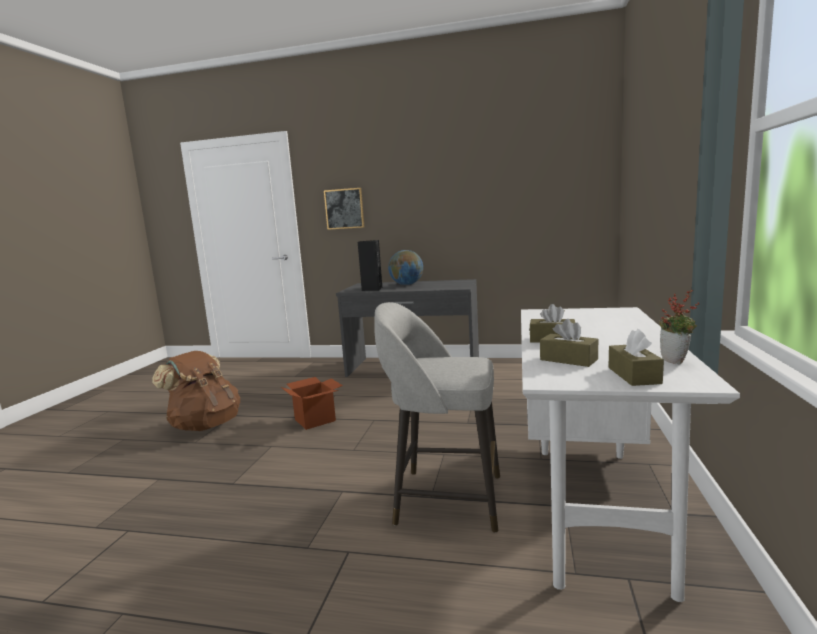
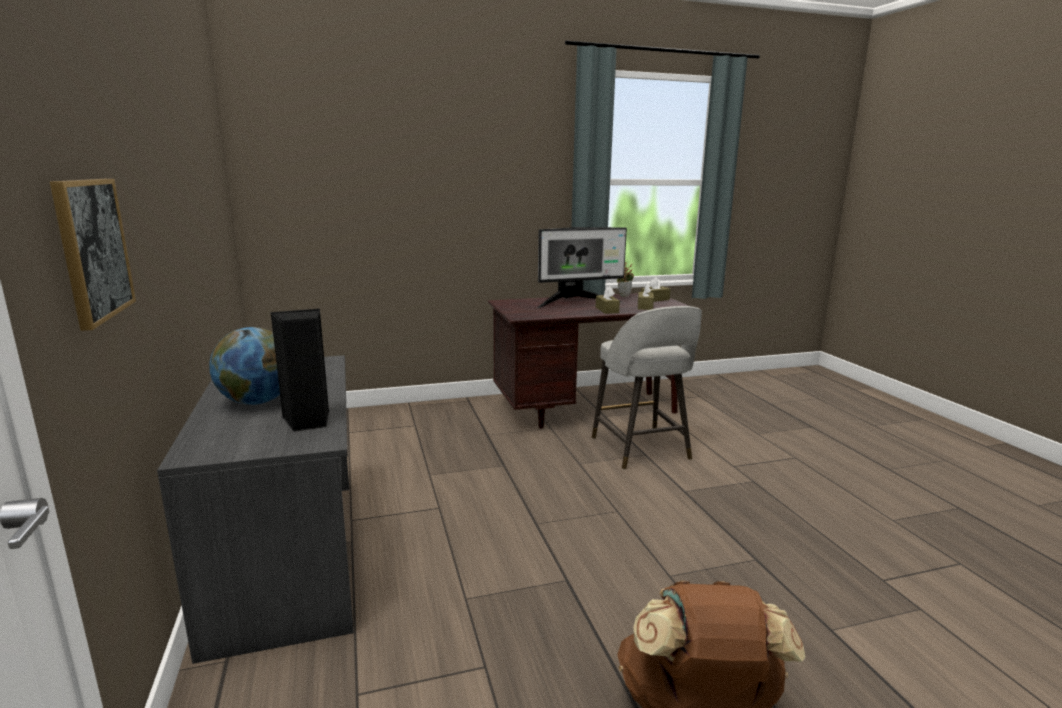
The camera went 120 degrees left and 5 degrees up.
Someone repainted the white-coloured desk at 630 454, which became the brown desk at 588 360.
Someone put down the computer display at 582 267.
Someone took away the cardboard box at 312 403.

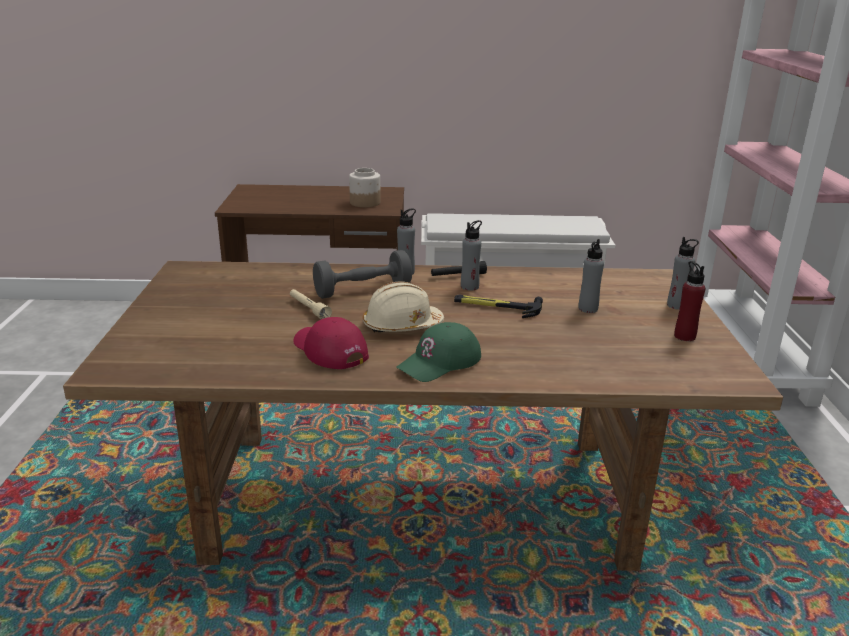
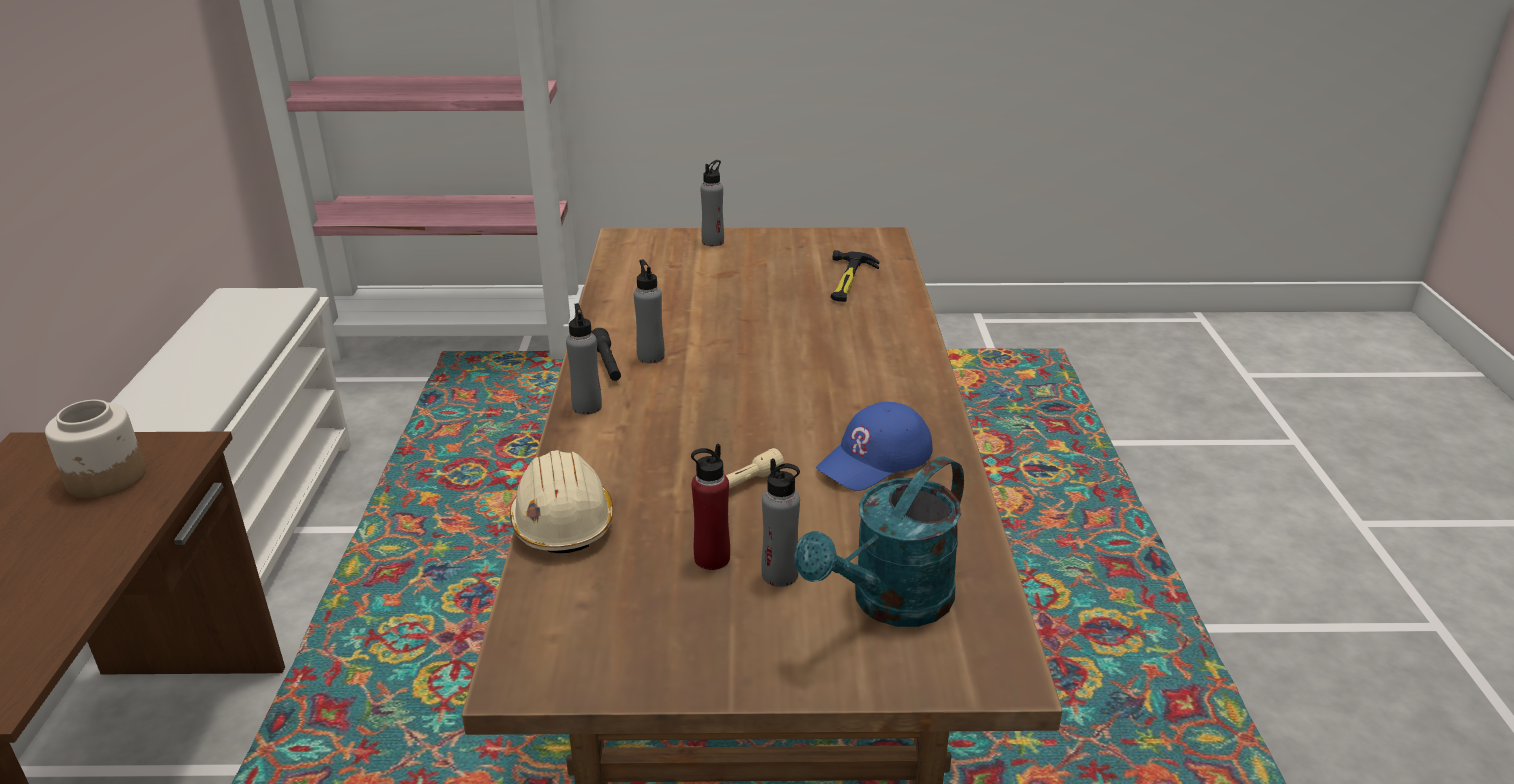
The camera went 90 degrees left and 5 degrees up.
Someone carried the beige-coloured hard hat from 403 306 to 561 501.
Someone carried the red-coloured bottle from 689 301 to 710 507.
Someone carried the grey bottle from 591 276 to 780 522.
Someone put down the turquoise-coloured watering can at 879 541.
Someone repainted the red-coloured peaked cap at 331 343, which became the bluish peaked cap at 874 446.
Someone carried the hand hammer from 498 306 to 855 276.
Someone took away the grey hand weight at 362 274.
Someone took away the greenish peaked cap at 438 352.

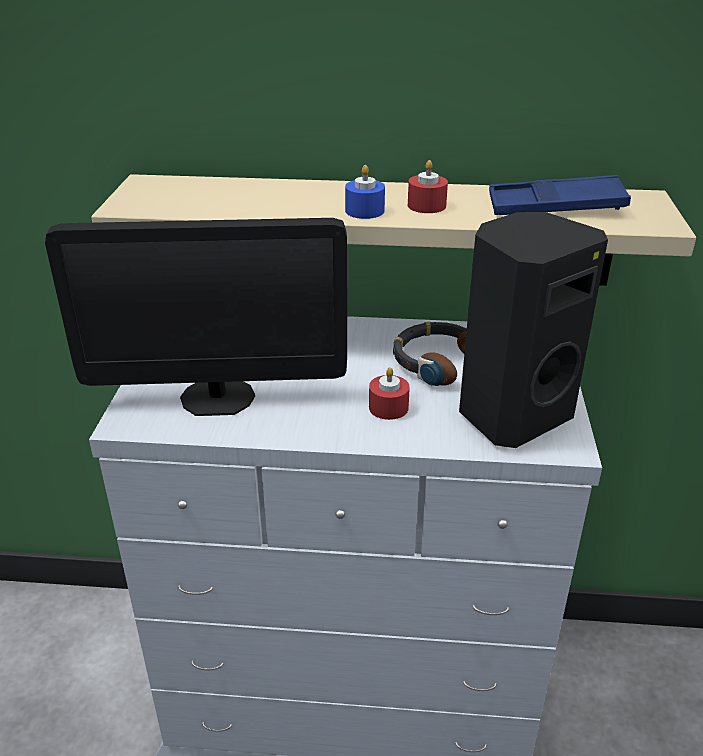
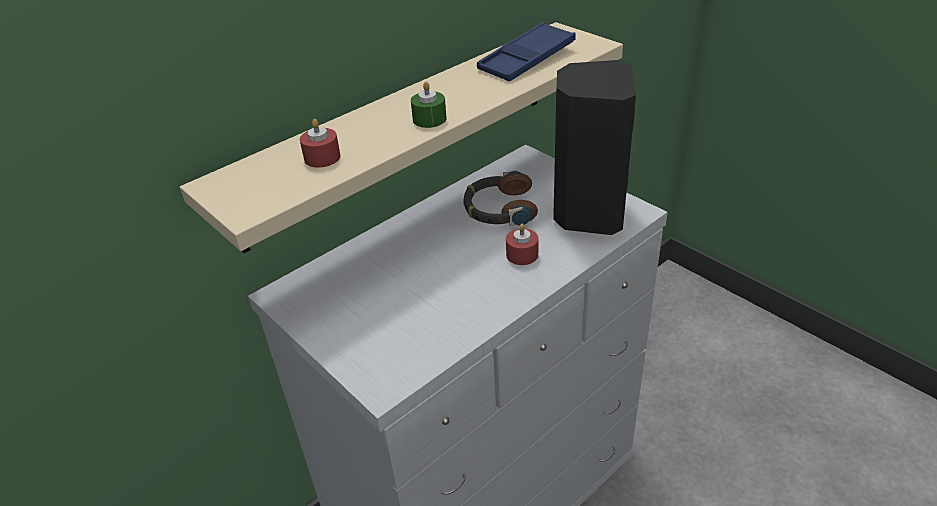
The camera went 45 degrees left and 5 degrees up.
Someone carried the red-coloured candle from 428 186 to 320 143.
Someone repainted the bluish candle at 365 192, which became the greenish candle at 429 105.
Someone took away the computer display at 196 317.

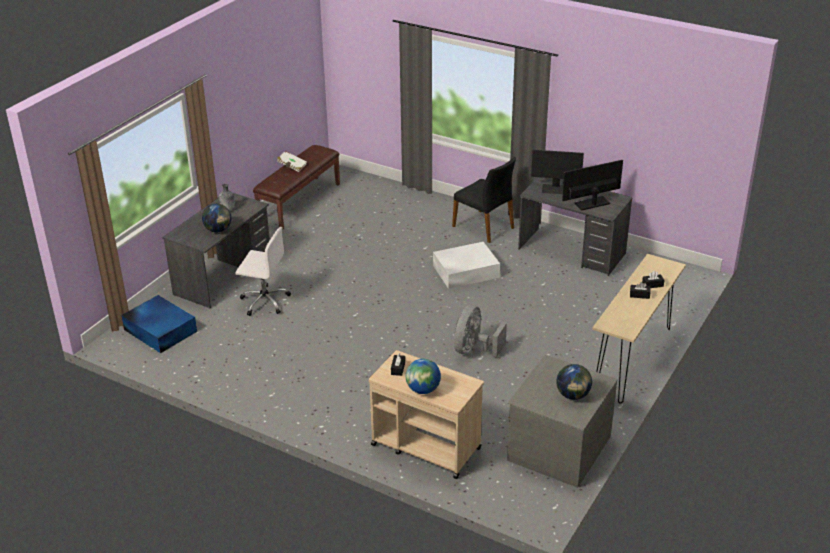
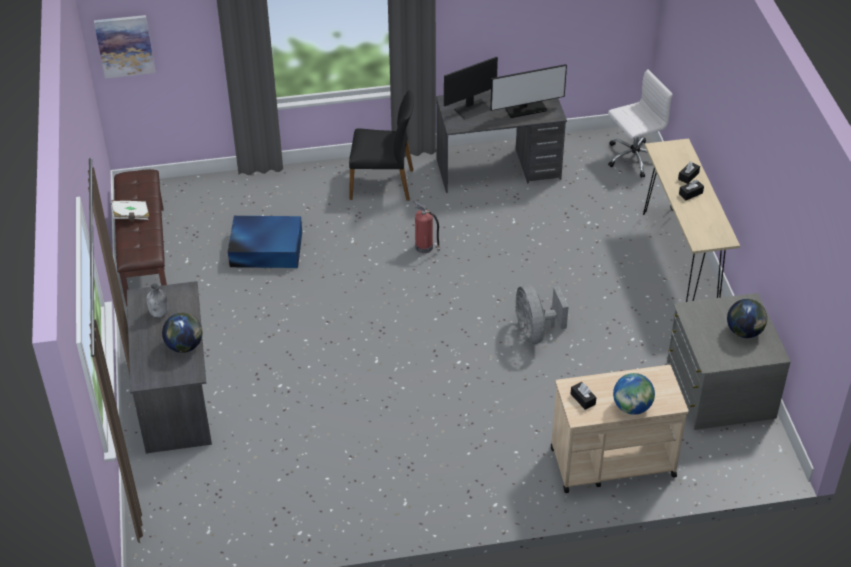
The camera went 40 degrees left and 10 degrees up.
Someone put up the picture at 124 46.
Someone carried the bluish storage container from 159 324 to 265 242.
Someone swapped the white-coloured storage container at 466 265 for the fire-fighting cylinder at 427 226.
Someone rotated the computer display at 592 185 by 135 degrees counterclockwise.
Someone carried the white-coloured office chair from 263 271 to 640 123.

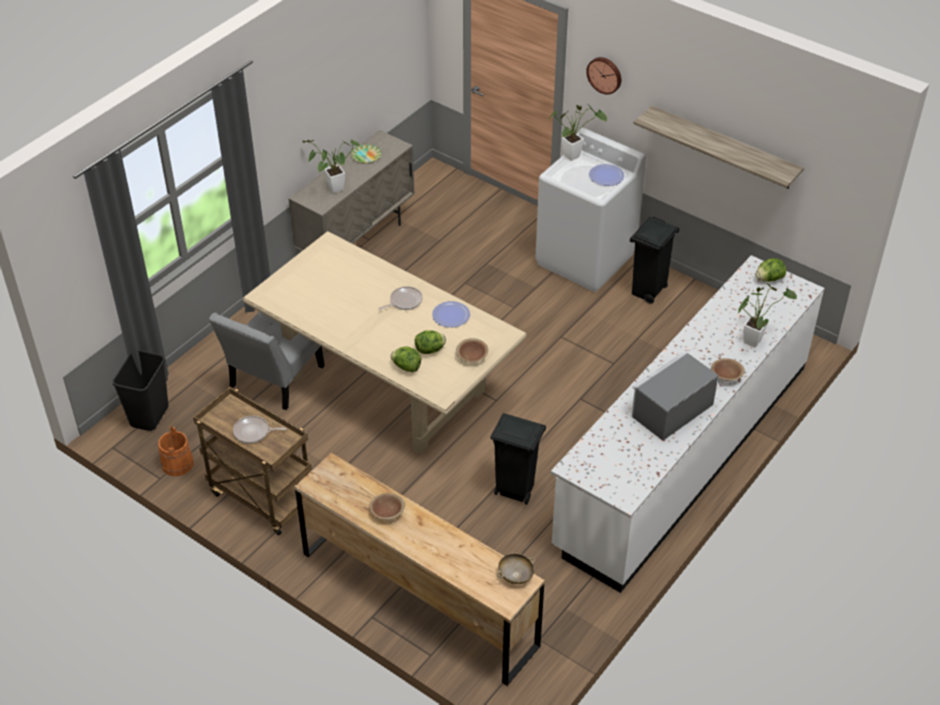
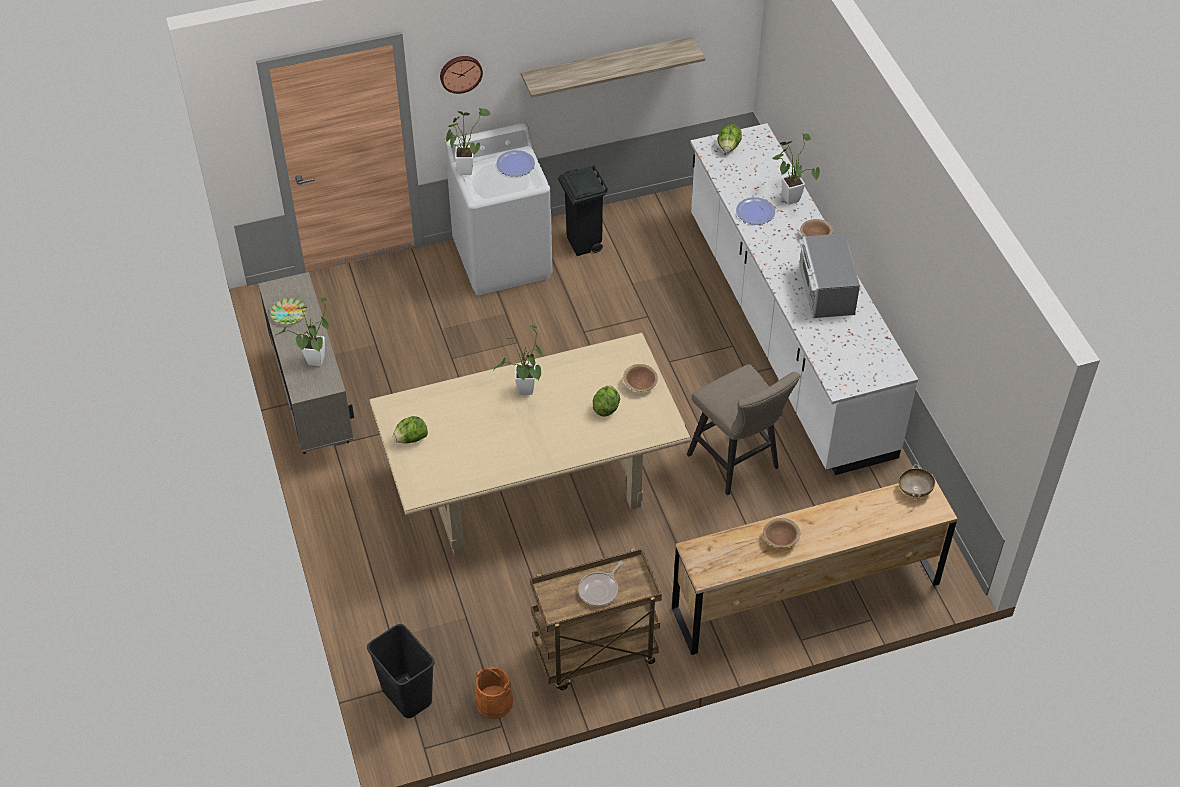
The camera went 55 degrees left and 5 degrees up.
Someone carried the head of lettuce from 405 360 to 410 430.
Someone swapped the pan at 400 298 for the houseplant at 518 359.
Someone swapped the blackish waste bin at 518 459 for the beige-coloured sitting stool at 743 429.
Someone carried the plate from 451 314 to 755 211.
Someone took away the grey upright chair at 267 360.

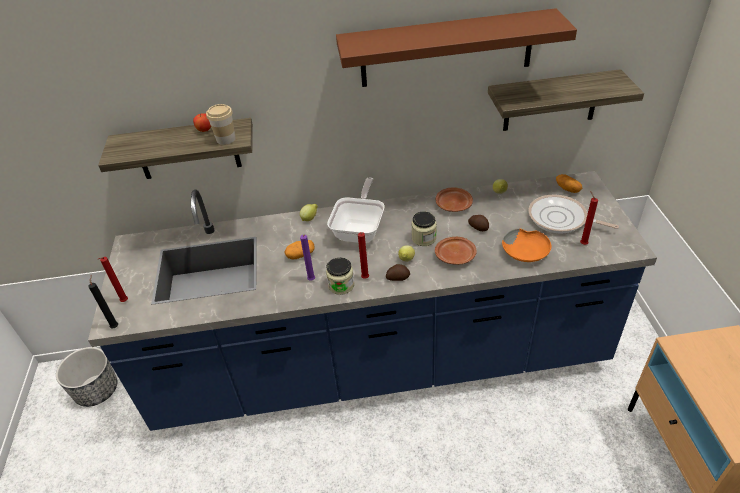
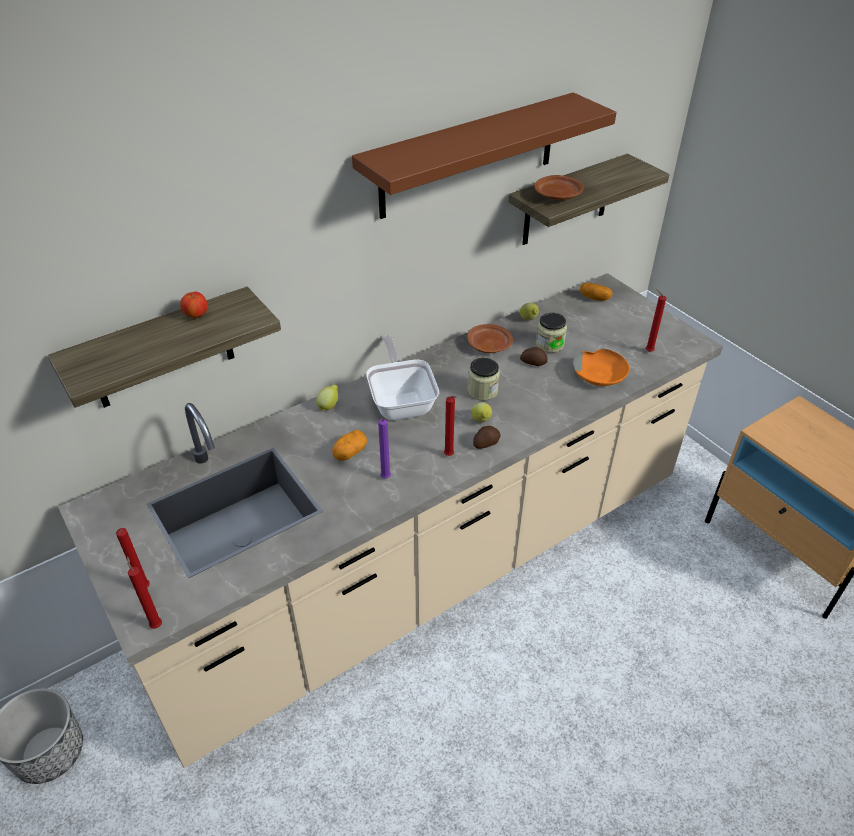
The camera went 30 degrees left and 0 degrees up.
Someone repainted the bluish counter at 372 301, which became the beige-coloured counter at 390 520.
Someone repainted the blackish candle at 103 302, which became the red-coloured candle at 144 592.
Someone carried the brown plate from 456 251 to 559 187.
Someone carried the jar from 340 276 to 551 333.
Someone took away the small cup at 221 124.
Someone took away the pan at 573 214.

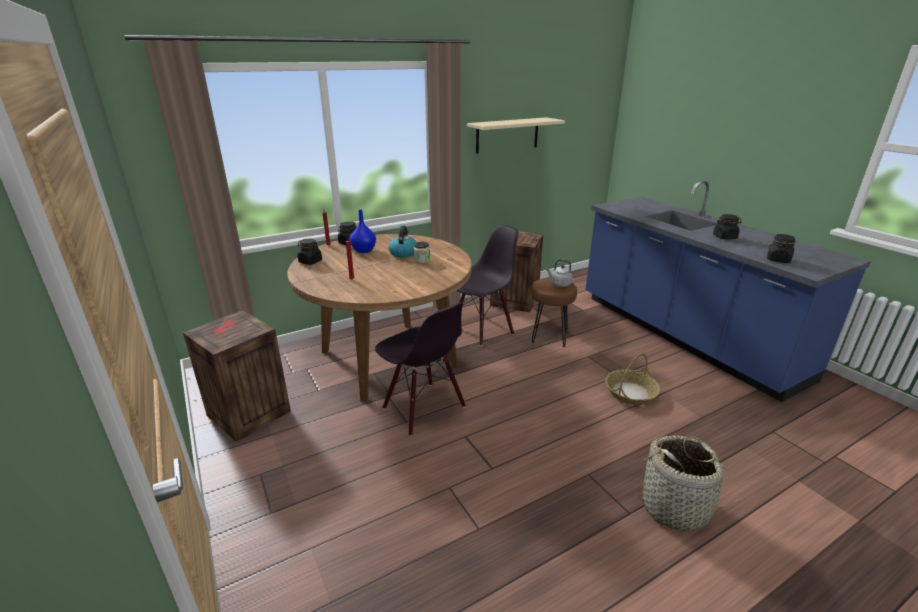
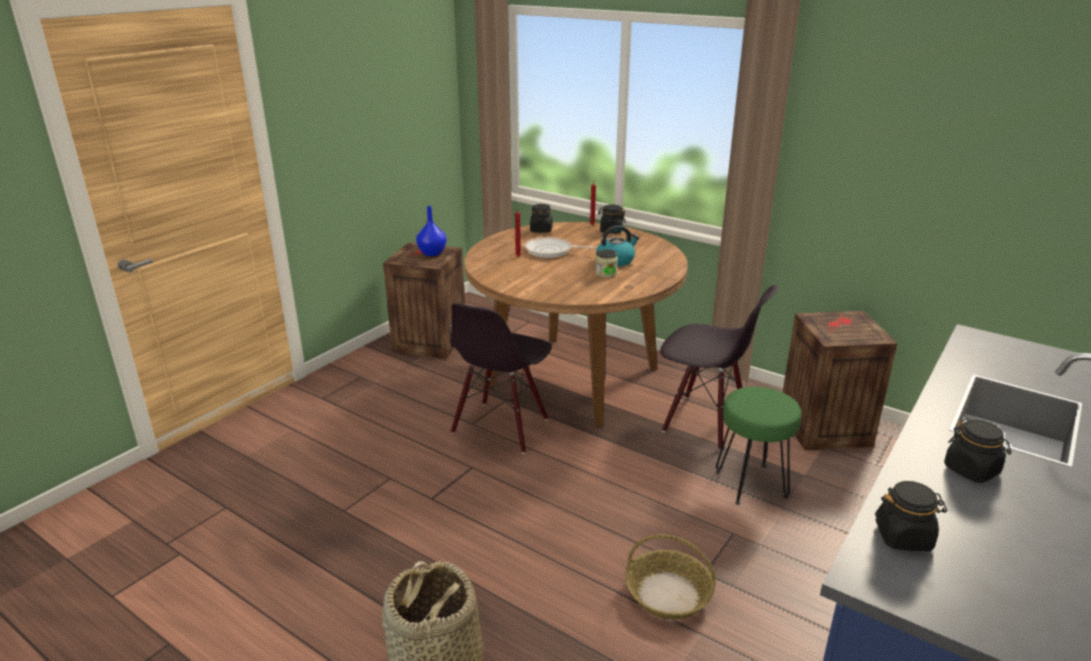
The camera went 65 degrees right and 0 degrees up.
Someone carried the bluish vase from 363 231 to 431 231.
Someone put down the pan at 560 247.
Someone repainted the brown sitting stool at 554 312, which became the greenish sitting stool at 758 446.
Someone took away the beige-coloured bracket shelf at 516 135.
Someone took away the grey tea kettle at 559 273.

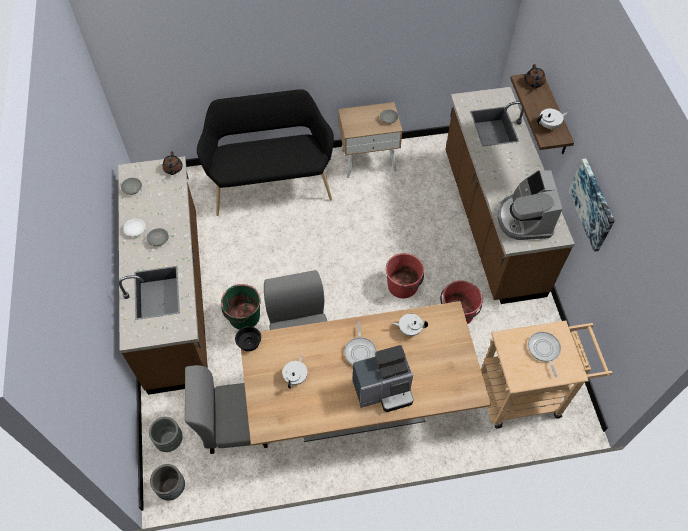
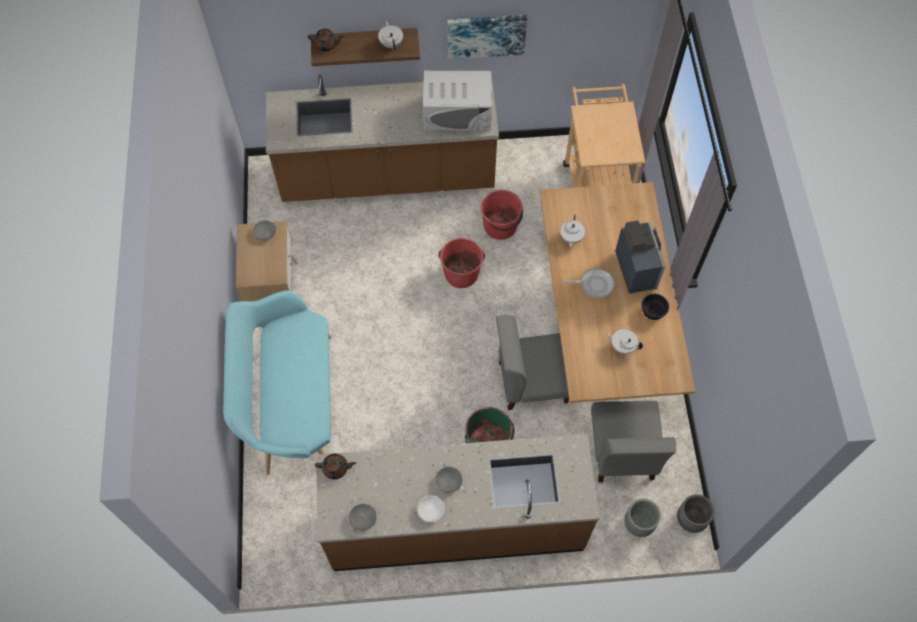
The camera went 85 degrees left and 5 degrees up.
Someone repainted the blackish indoor bench at 265 152, which became the turquoise-coloured indoor bench at 277 383.
Someone swapped the coffee maker at 530 205 for the white-coloured microwave at 457 101.
Someone carried the blackish bowl from 248 338 to 655 307.
Someone took away the pan at 544 354.

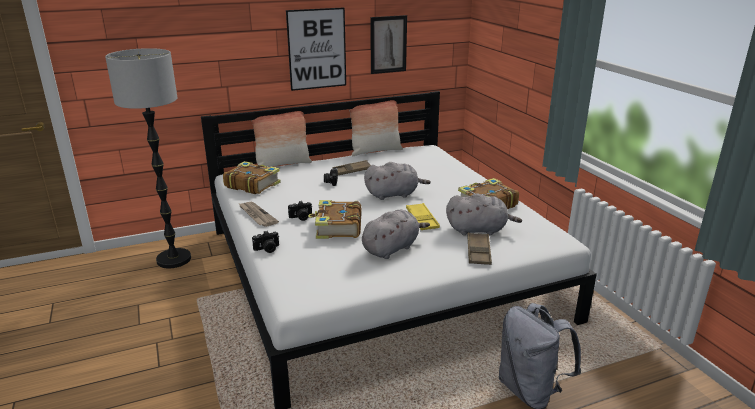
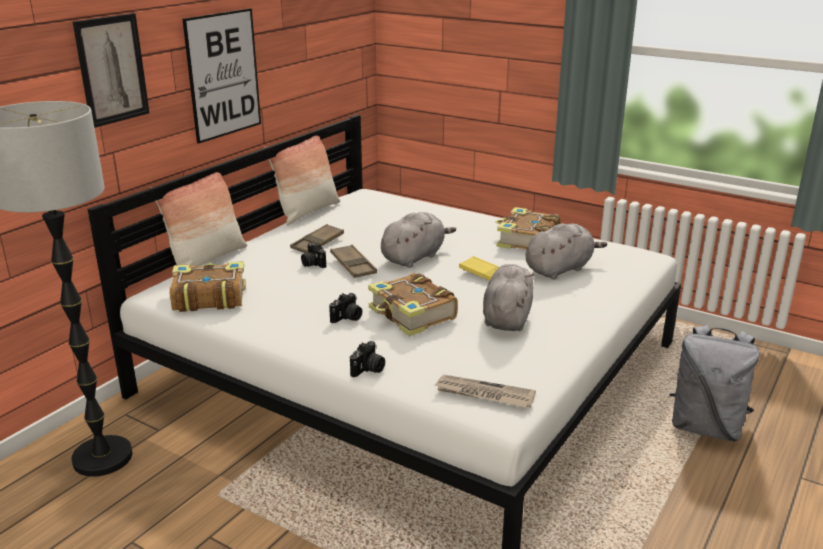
The camera went 35 degrees left and 0 degrees up.
Someone carried the picture from 388 44 to 111 70.
Someone carried the brown serving tray from 479 248 to 353 261.
Someone carried the printed paper from 258 214 to 485 391.

